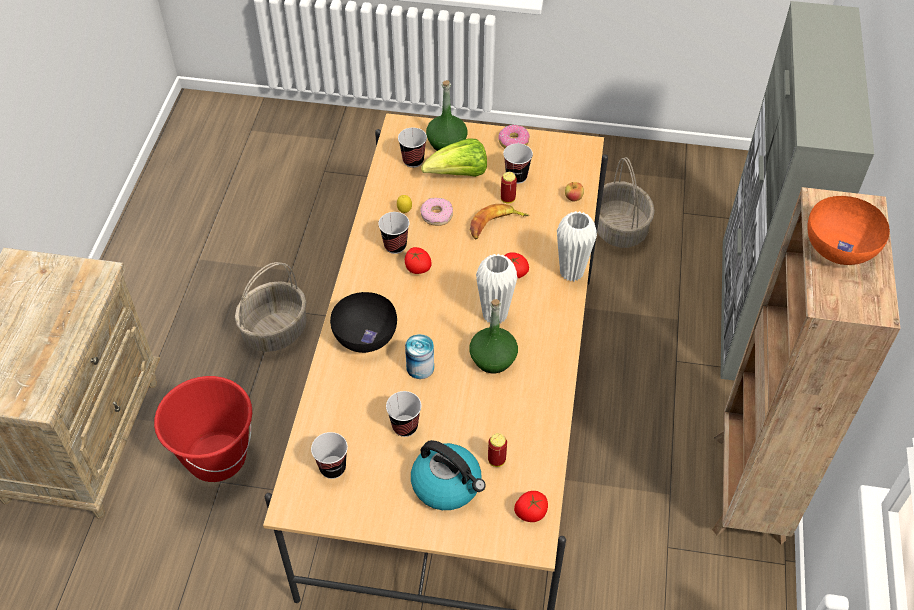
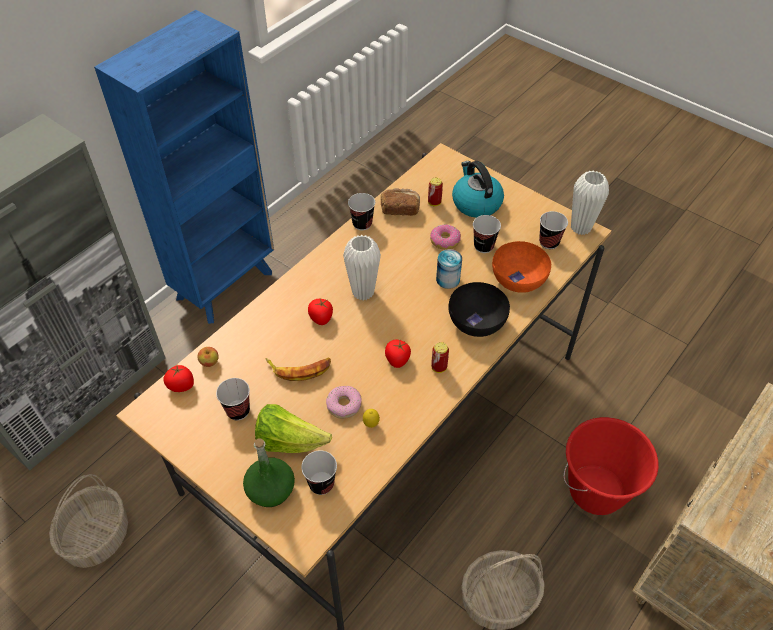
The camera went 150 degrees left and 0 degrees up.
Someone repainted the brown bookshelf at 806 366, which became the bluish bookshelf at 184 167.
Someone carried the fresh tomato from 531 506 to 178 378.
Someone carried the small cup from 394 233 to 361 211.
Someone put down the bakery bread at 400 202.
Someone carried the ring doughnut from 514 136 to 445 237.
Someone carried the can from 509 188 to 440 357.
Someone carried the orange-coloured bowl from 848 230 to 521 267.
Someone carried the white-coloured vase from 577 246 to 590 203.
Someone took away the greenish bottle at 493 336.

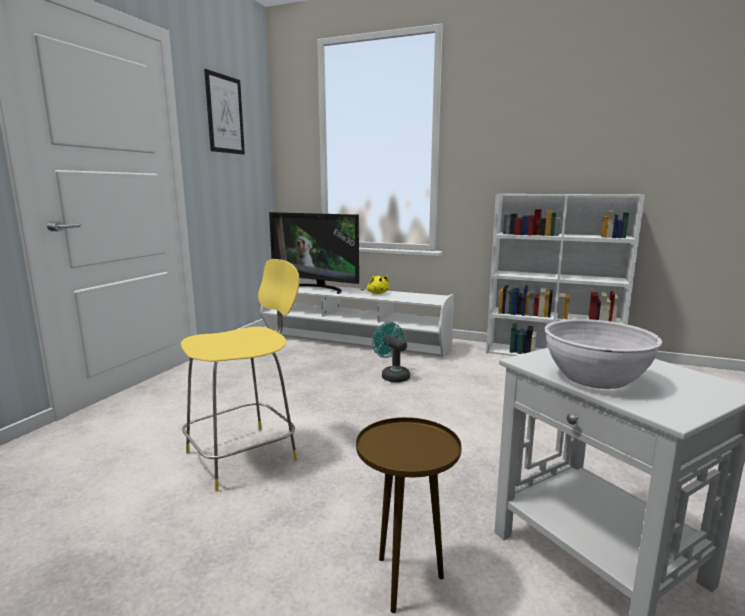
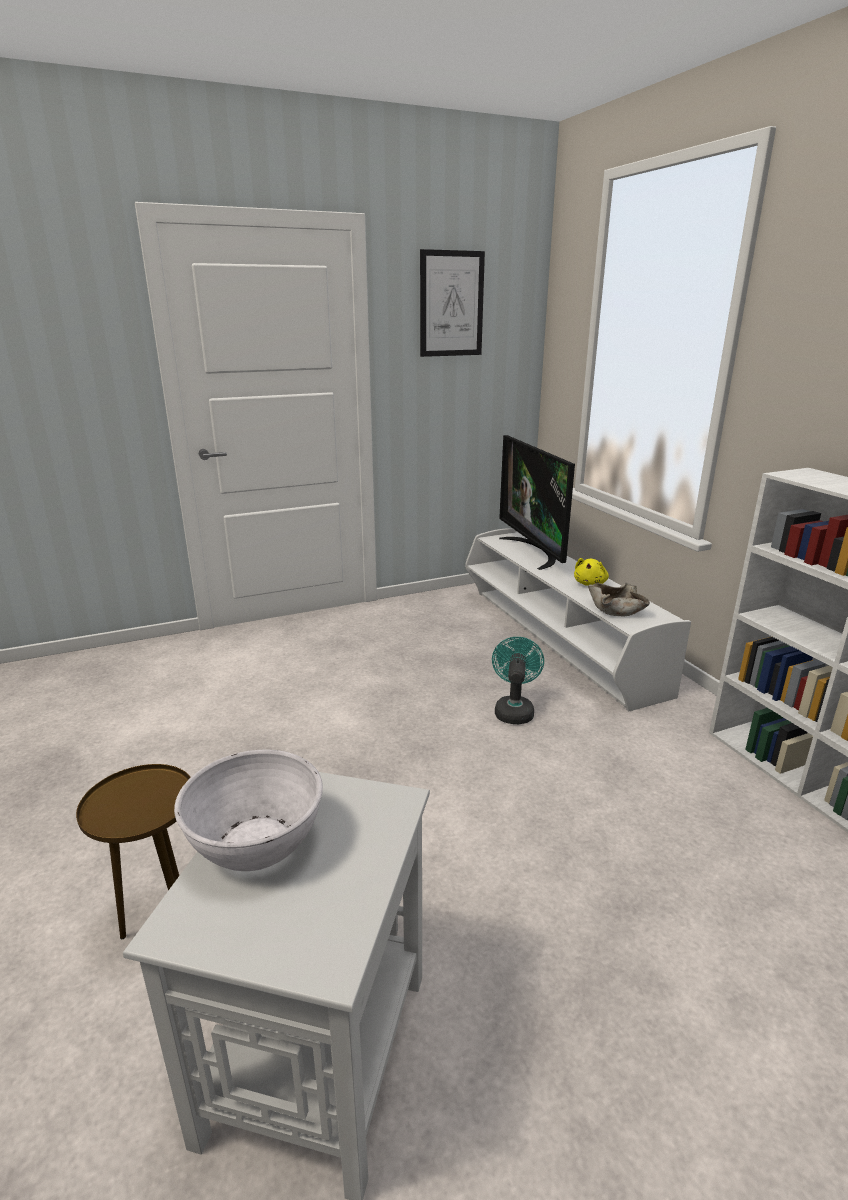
The camera went 45 degrees right and 10 degrees up.
Someone put down the beige-coloured bowl at 619 600.
Someone took away the yellow sitting stool at 240 375.

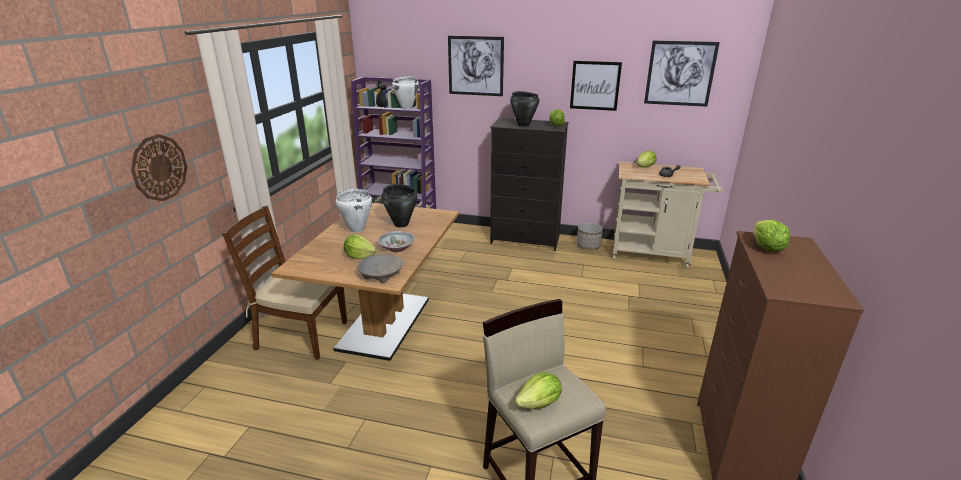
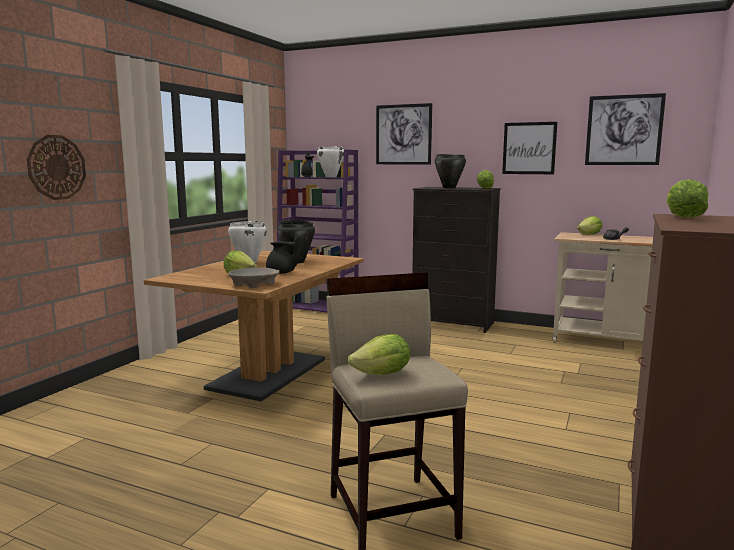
The camera went 10 degrees right and 15 degrees down.
Someone swapped the bowl at 396 241 for the blackish teapot at 283 255.
Someone took away the brown upright chair at 284 283.
Someone took away the plant pot at 590 236.

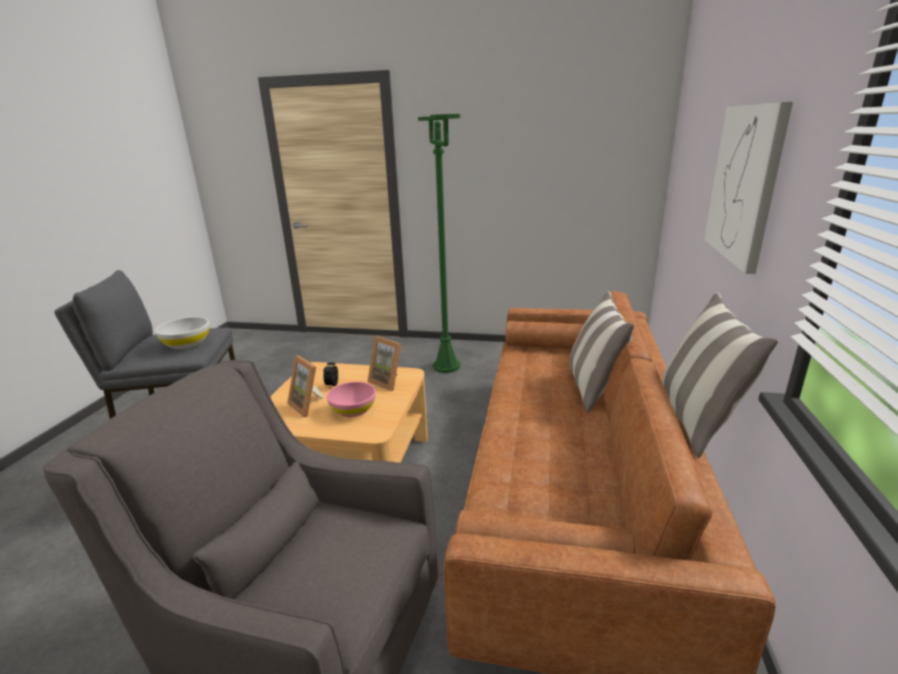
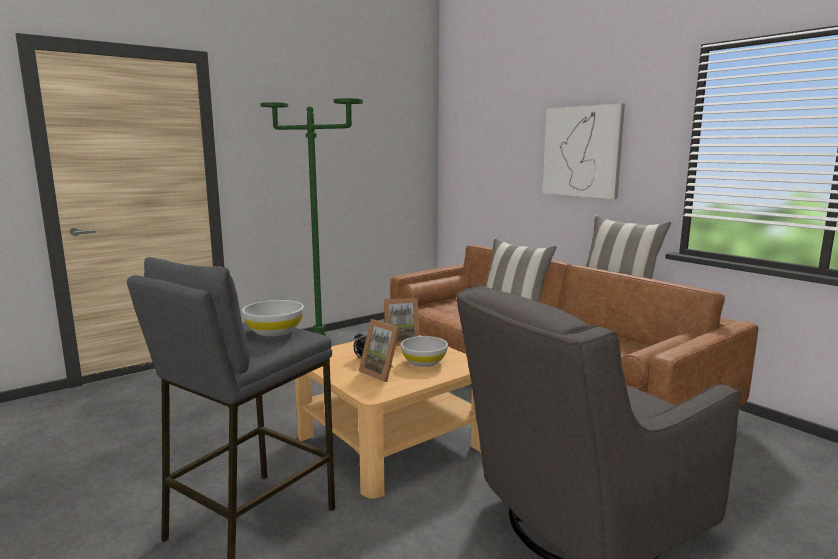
The camera went 50 degrees left and 10 degrees down.
Someone rotated the picture frame at 305 386 by 45 degrees clockwise.
Someone repainted the pink-coloured bowl at 351 399, which became the white-coloured bowl at 424 351.

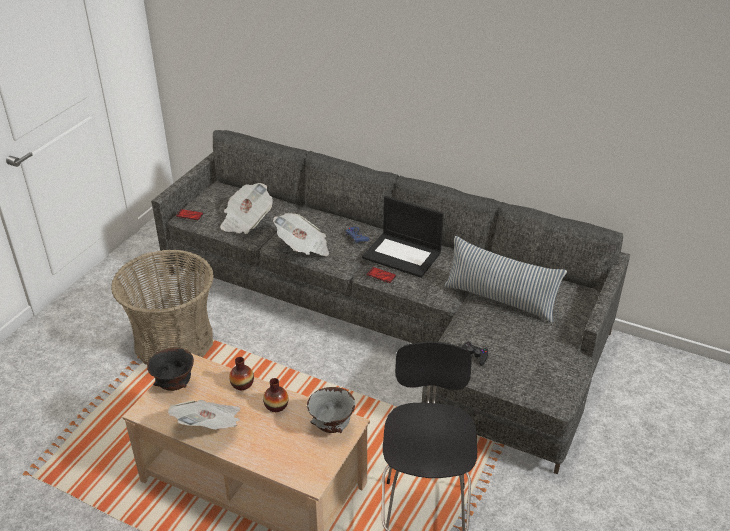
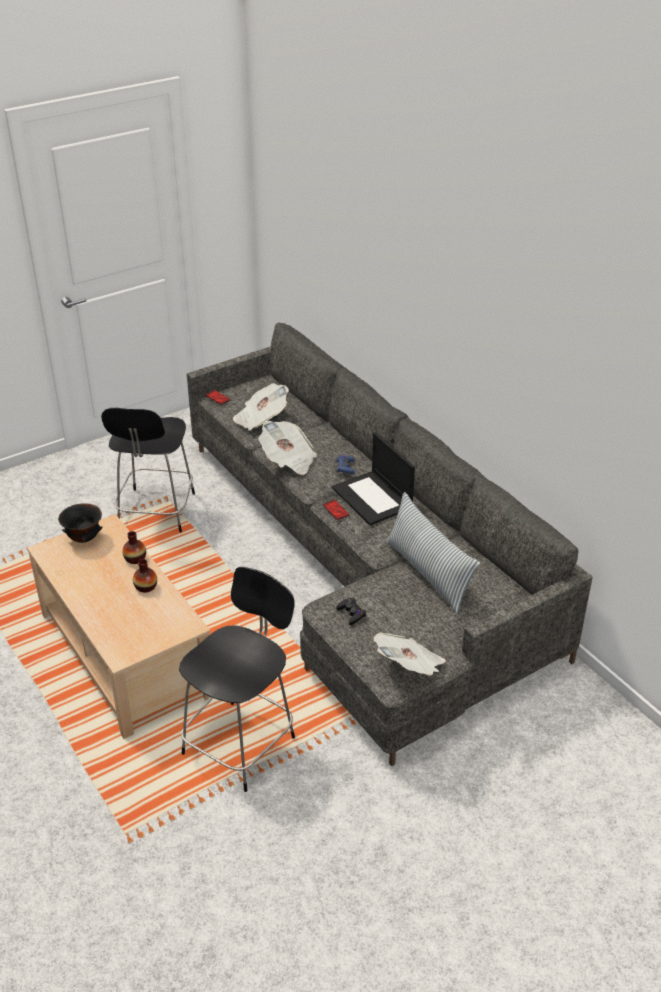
The camera went 30 degrees right and 0 degrees up.
Someone swapped the household basket at 162 307 for the blackish sitting stool at 148 470.
Someone carried the printed paper from 204 414 to 409 654.
Someone took away the grey bowl at 331 410.

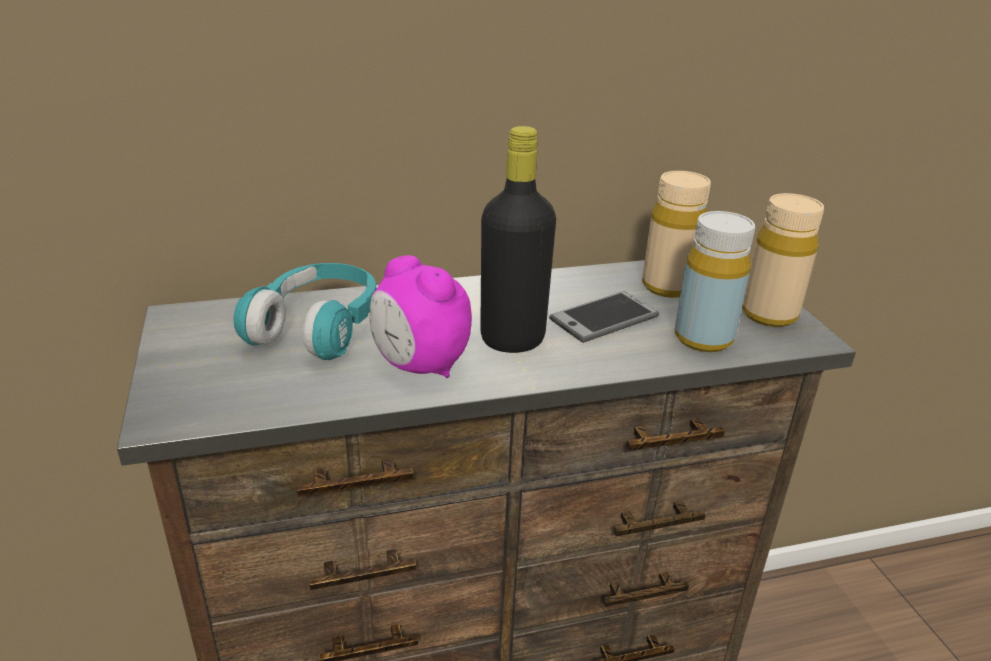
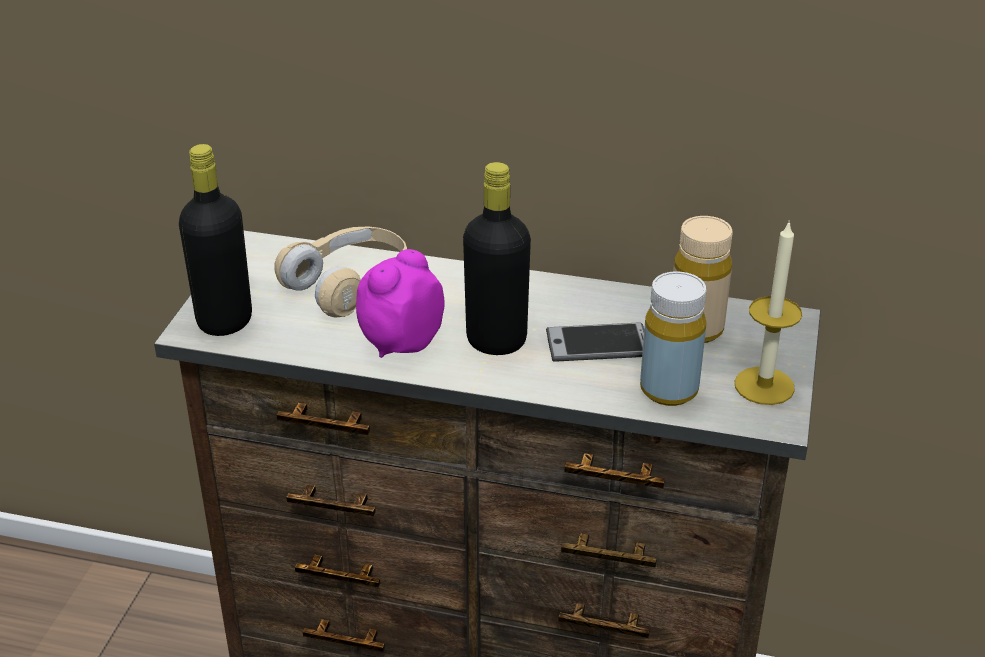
The camera went 30 degrees right and 5 degrees up.
Someone put down the blackish bottle at 215 240.
Someone repainted the turquoise-coloured headphones at 304 311, which became the beige-coloured headphones at 340 272.
Someone rotated the alarm clock at 421 316 by 60 degrees clockwise.
Someone swapped the beige-coloured bottle at 783 260 for the candle at 768 314.

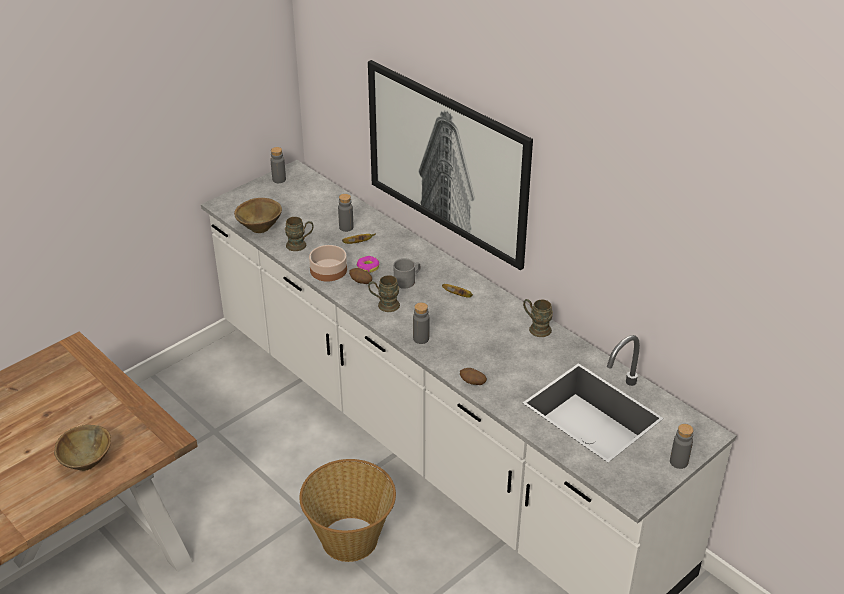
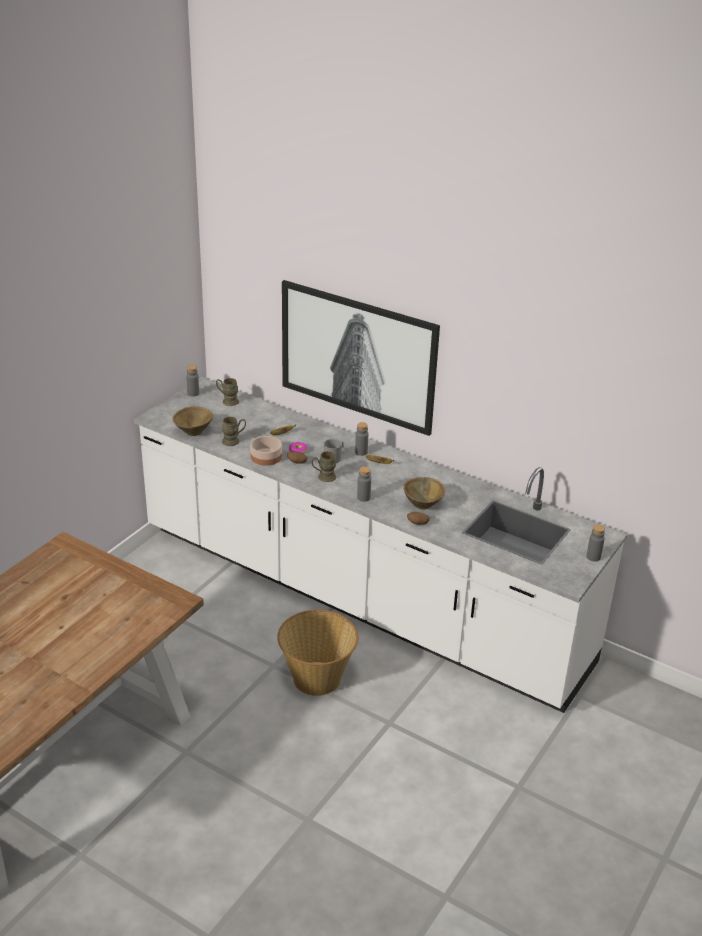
The camera went 15 degrees left and 5 degrees down.
Someone carried the brown coffee mug from 538 318 to 227 392.
Someone carried the grey bottle from 346 213 to 361 439.
Someone carried the brown bowl from 82 448 to 424 493.

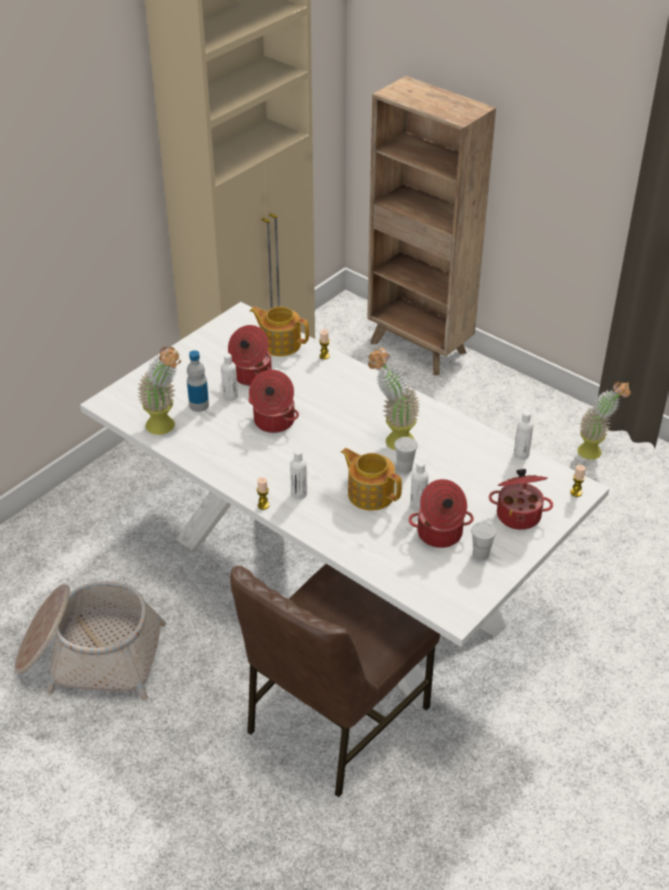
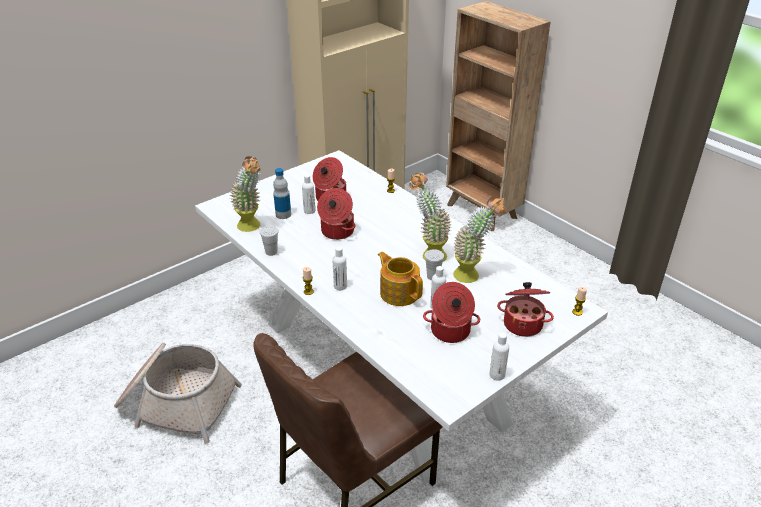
The camera went 10 degrees right and 5 degrees down.
Someone carried the white-coloured small cup from 484 541 to 269 241.
Someone carried the houseplant from 604 421 to 479 240.
Someone carried the white-coloured bottle from 523 435 to 499 356.
Someone took away the teapot at 279 331.

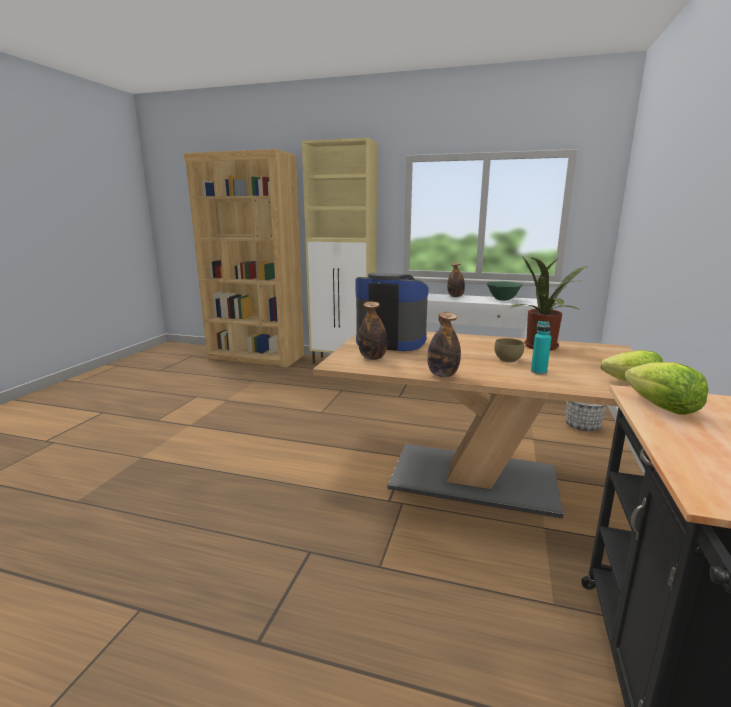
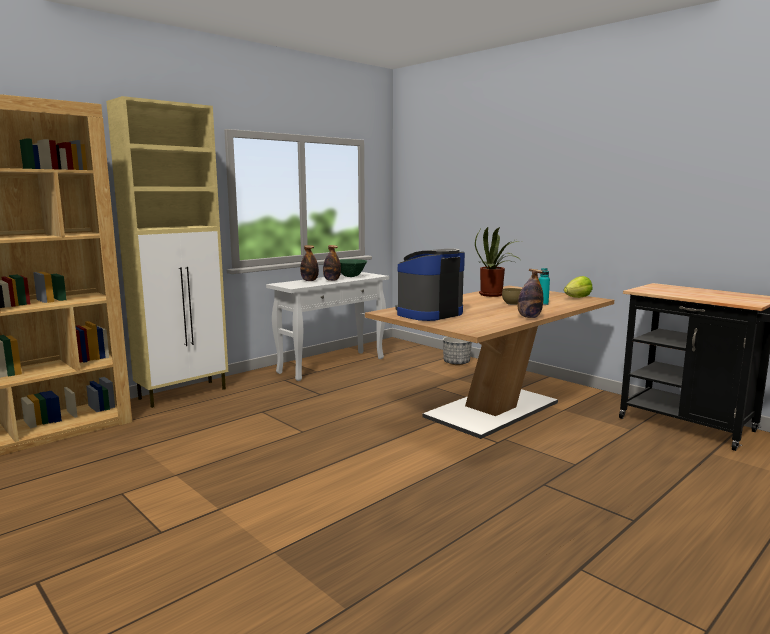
The camera went 60 degrees left and 5 degrees down.
Someone carried the bottle from 372 330 to 332 263.
Someone took away the head of lettuce at 666 388.

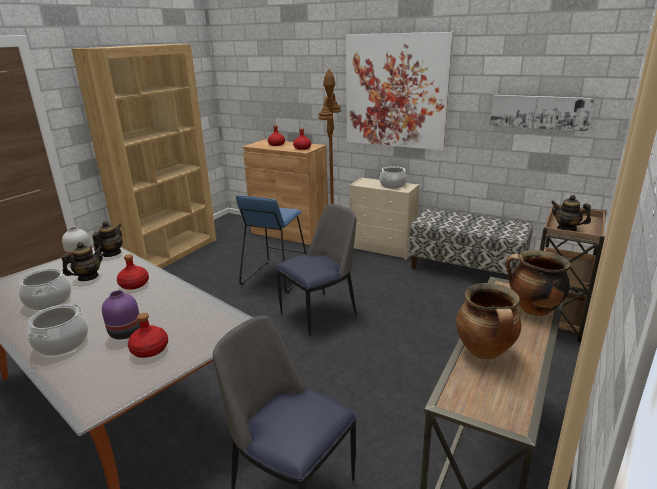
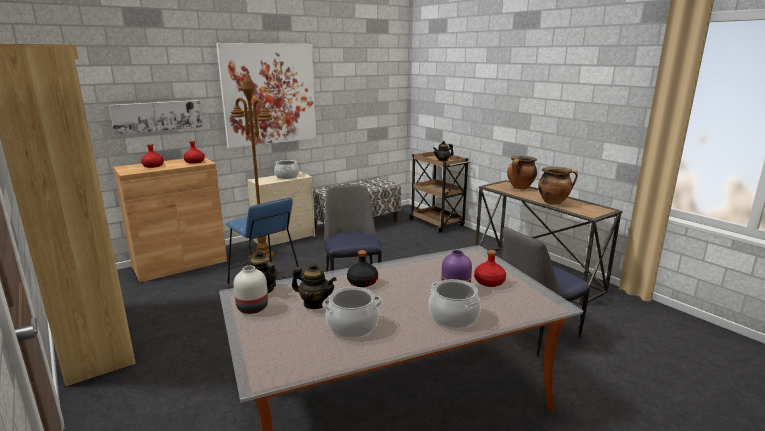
The camera went 65 degrees left and 5 degrees down.
Someone carried the picture from 542 113 to 156 117.
Someone rotated the teapot at 82 261 by 135 degrees clockwise.
Someone repainted the red-coloured bottle at 133 272, which became the blackish bottle at 362 268.

